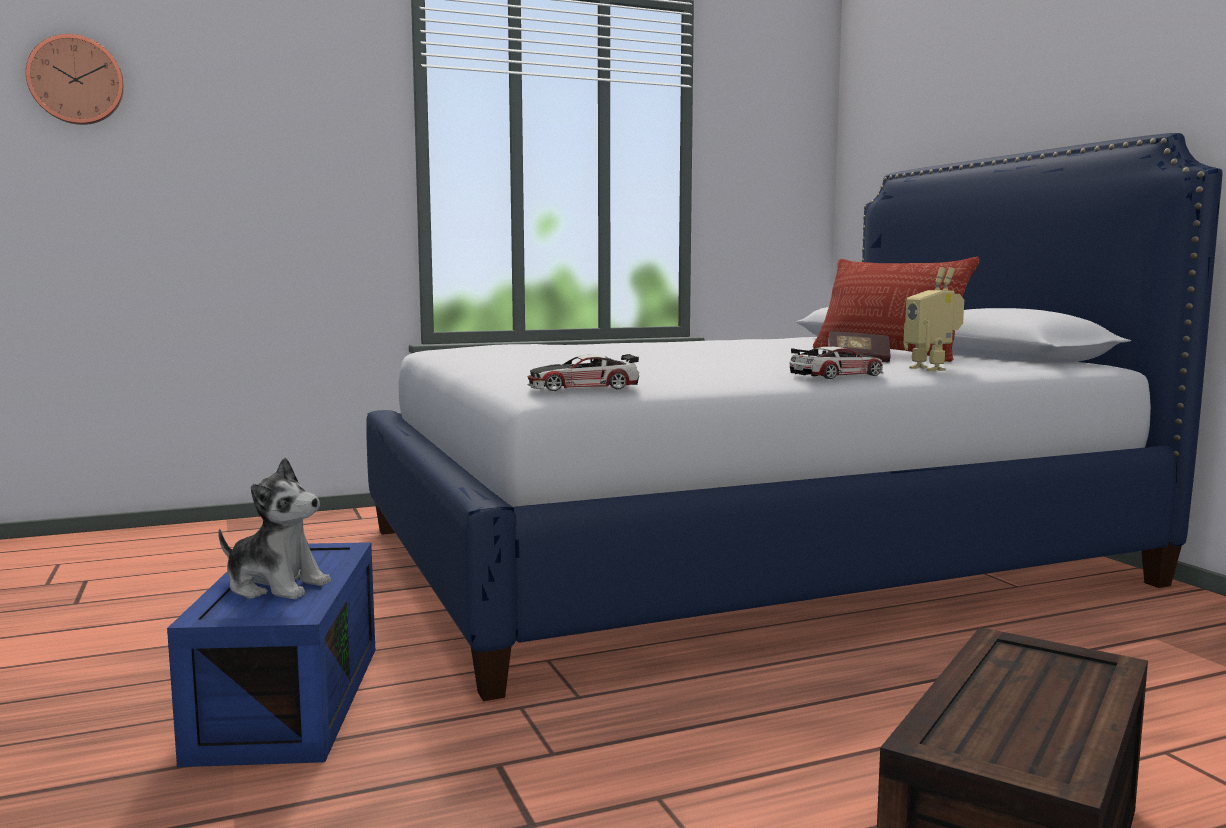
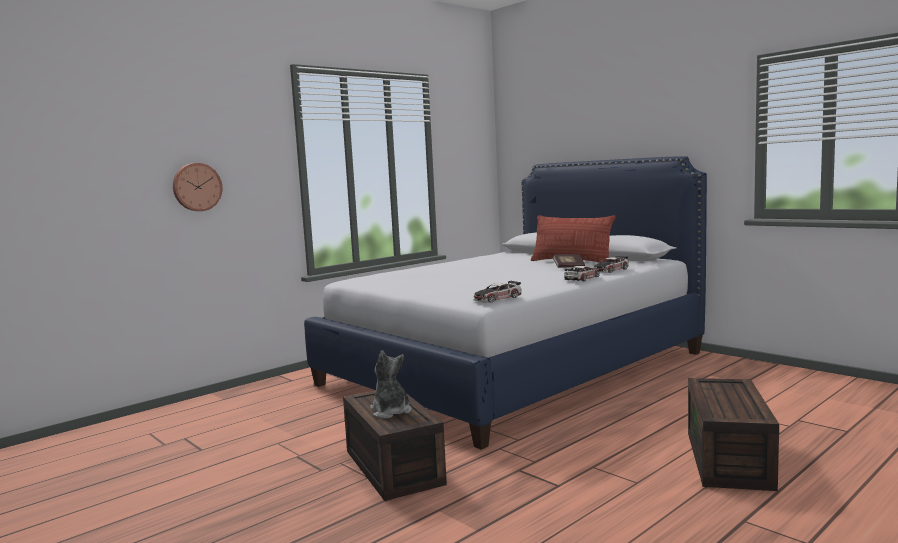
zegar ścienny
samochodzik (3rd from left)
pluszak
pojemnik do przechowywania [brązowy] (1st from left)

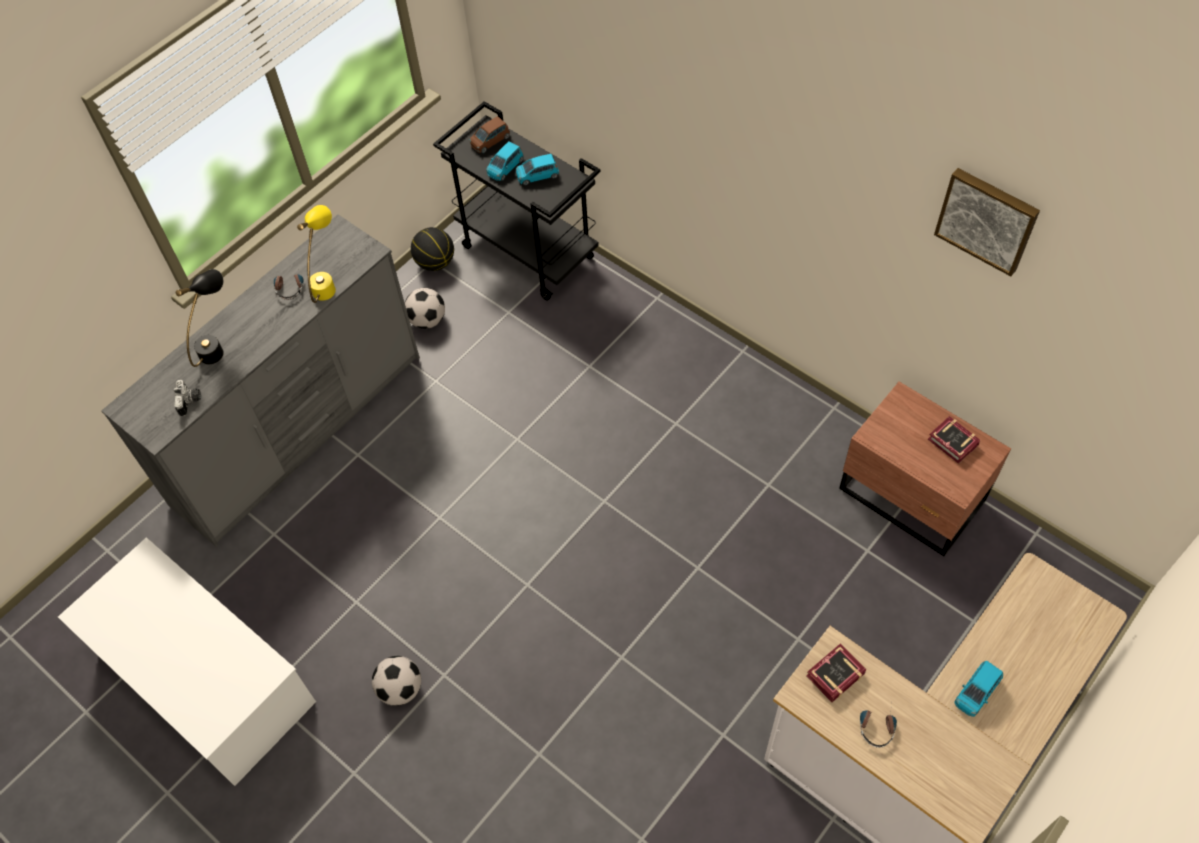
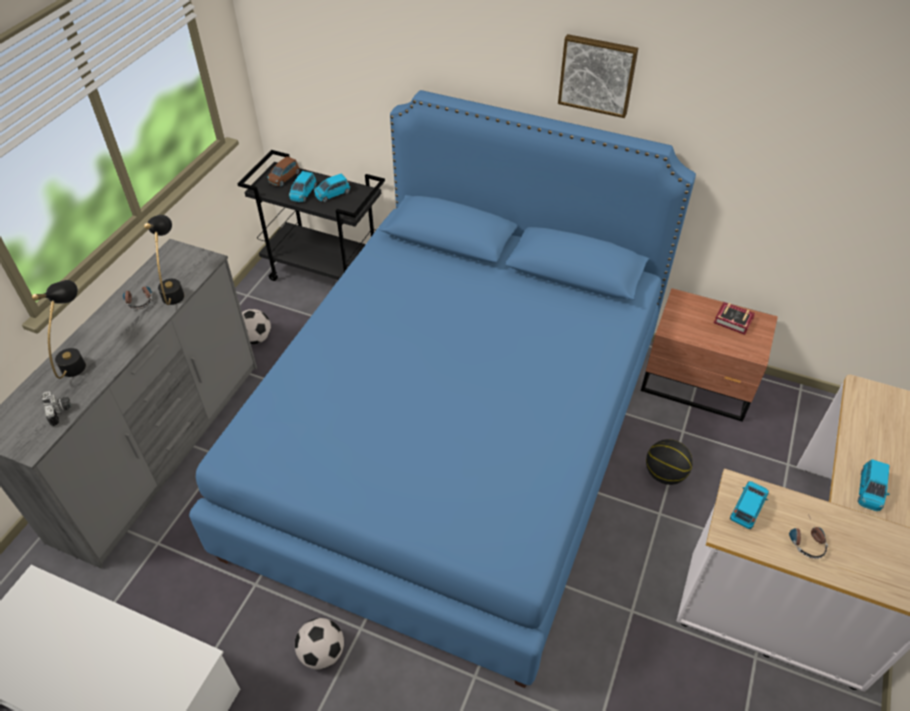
obraz
lampa stołowa [czarny] (2nd from left)
piłka do koszykówki
samochodzik [niebieski] (3rd from left)
łóżko [niebieski]

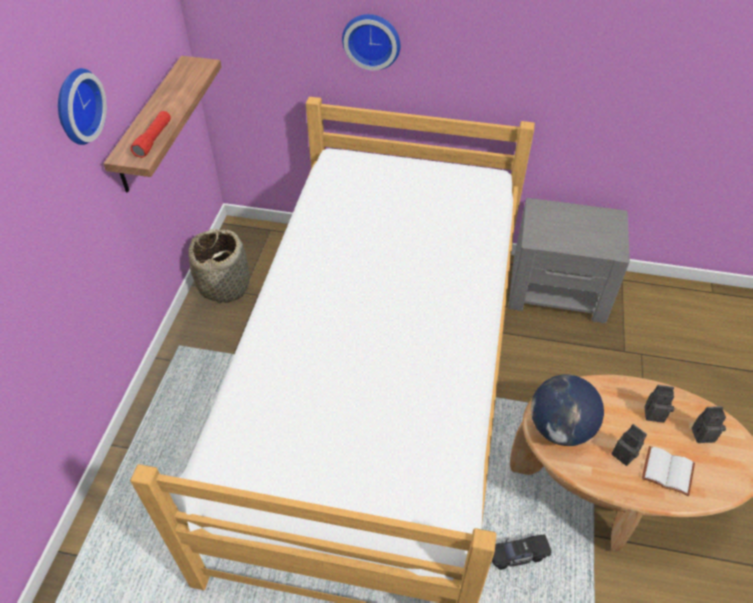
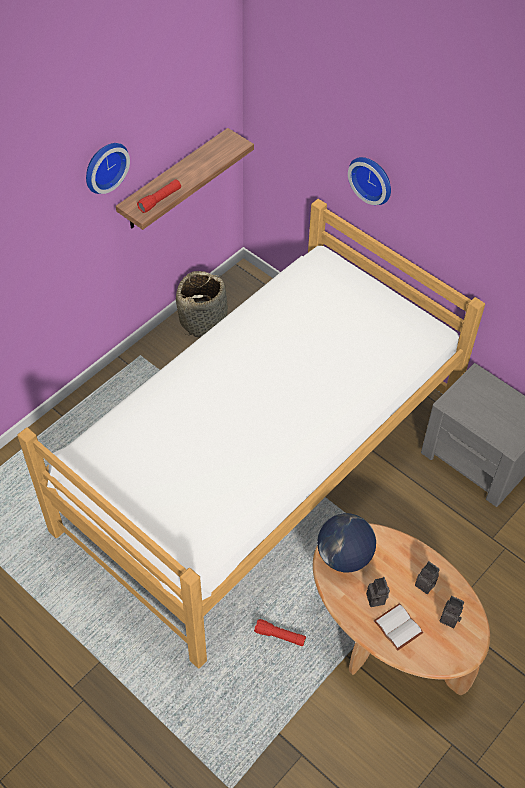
latarka [czerwony] (2nd from left)

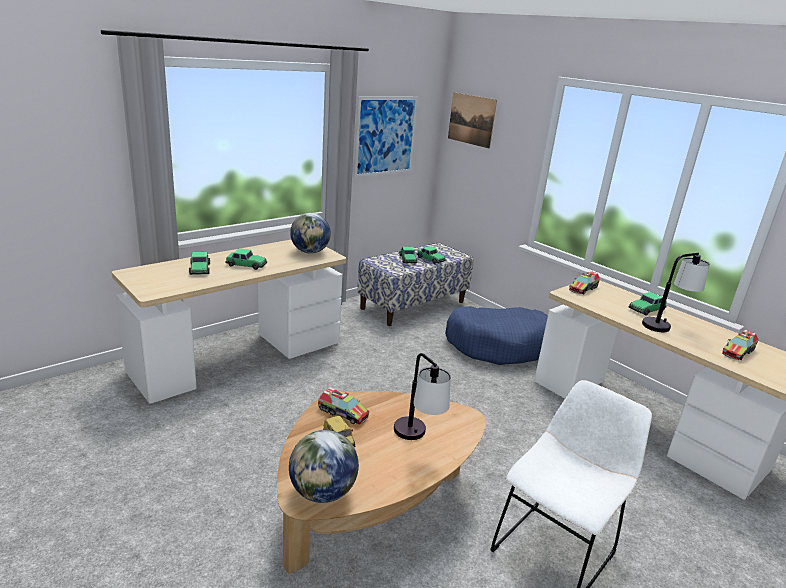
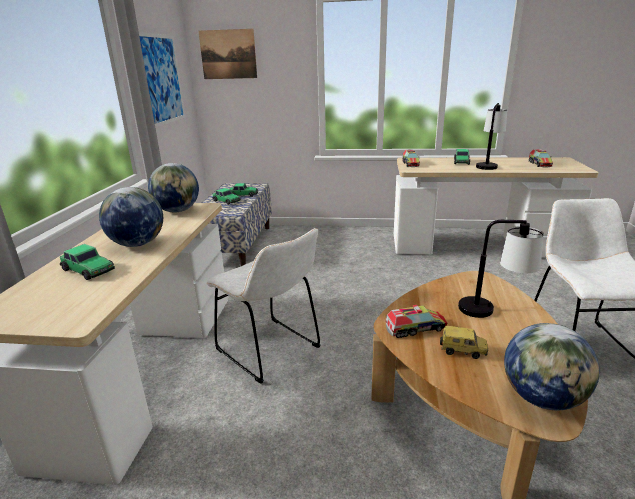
globus (1st from left)
legowisko [niebieski]
krzesło [biały] (1st from left)

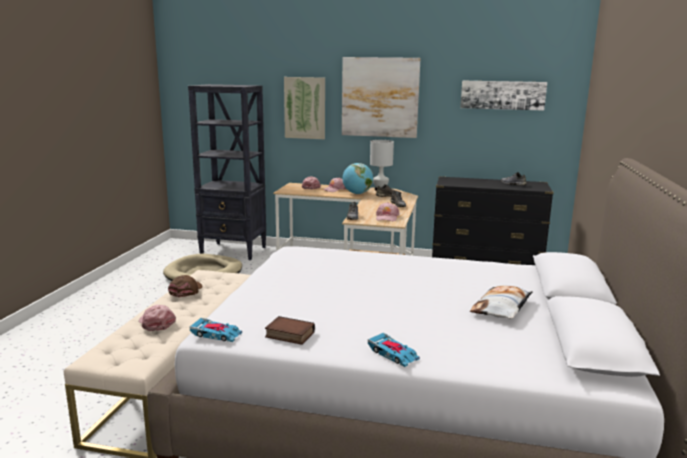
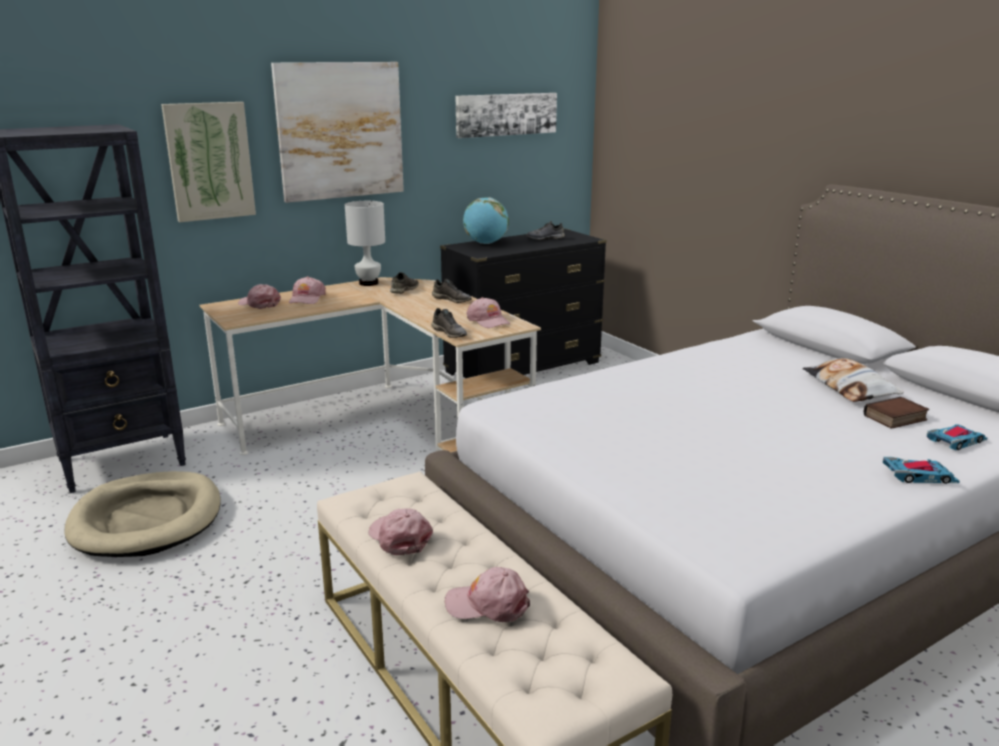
globus
czapka z daszkiem [różowy] (3rd from left)
książka
samochodzik (2nd from left)

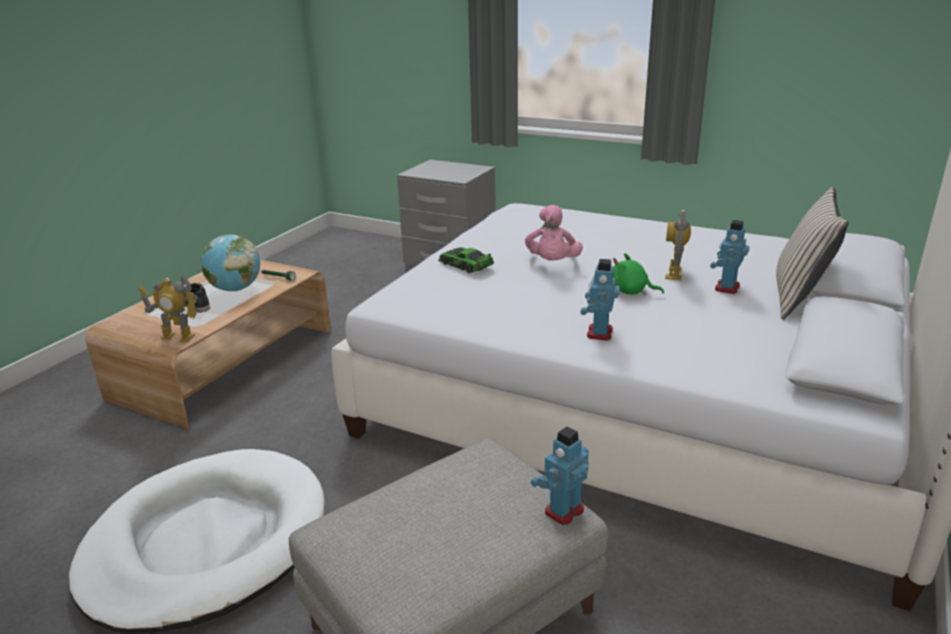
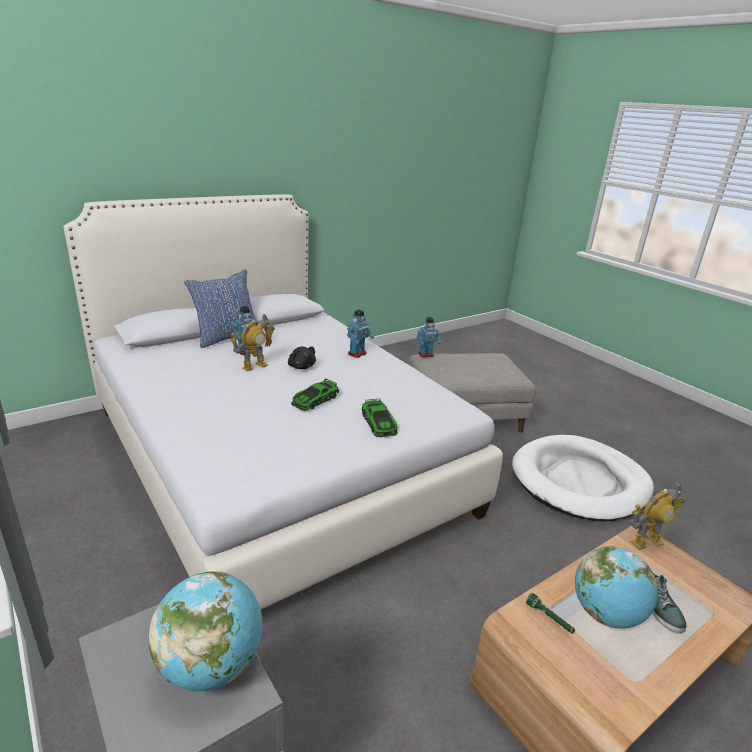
poduszka [niebieski]
samochodzik (1st from left)
pluszak [czarny]
robot zabawkowy (5th from left)
globus (1st from left)

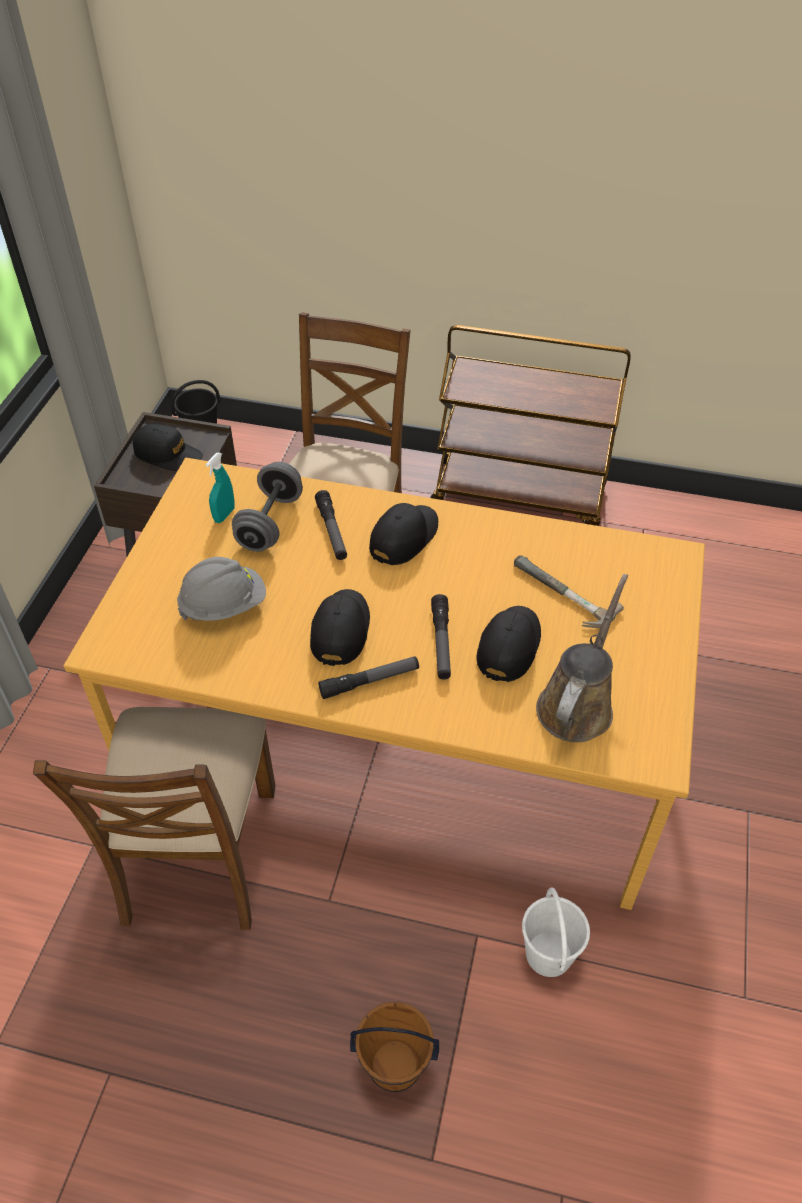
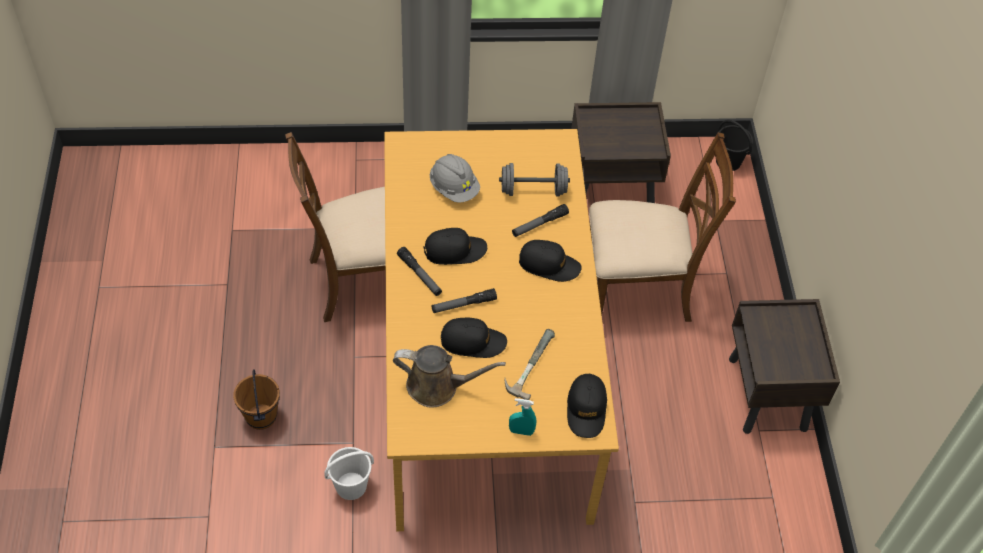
szafka nocna [brązowy] (2nd from left)
czapka z daszkiem [czarny] (4th from left)
spryskiwacz [turkusowy]

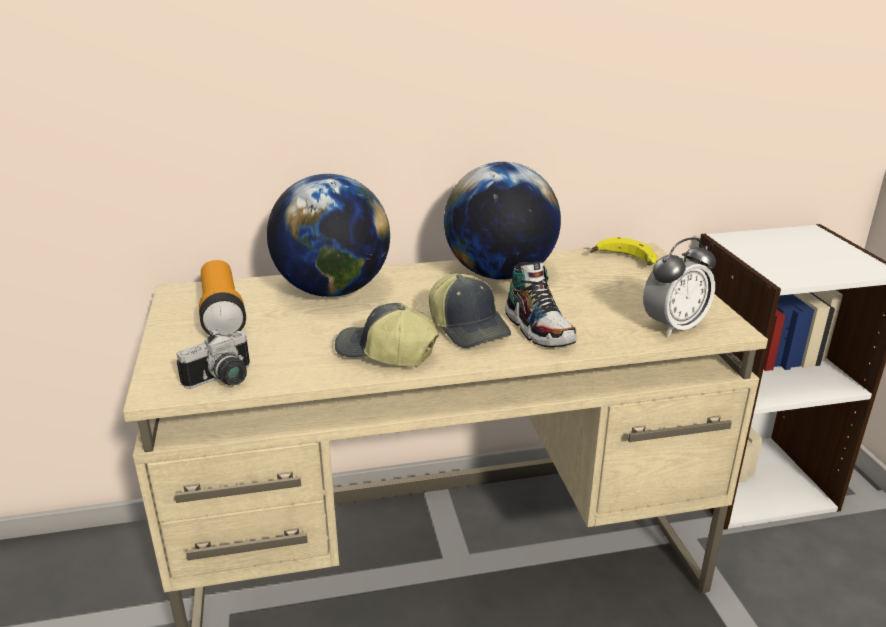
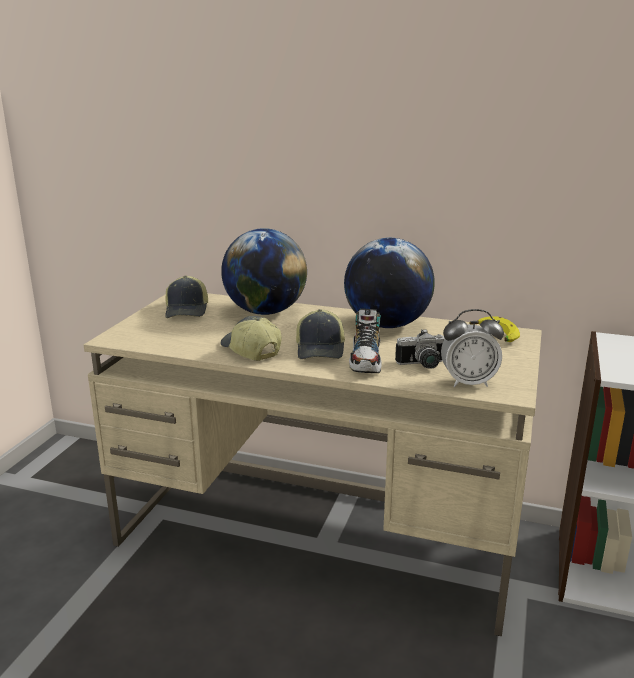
czapka z daszkiem (1st from left)
aparat fotograficzny

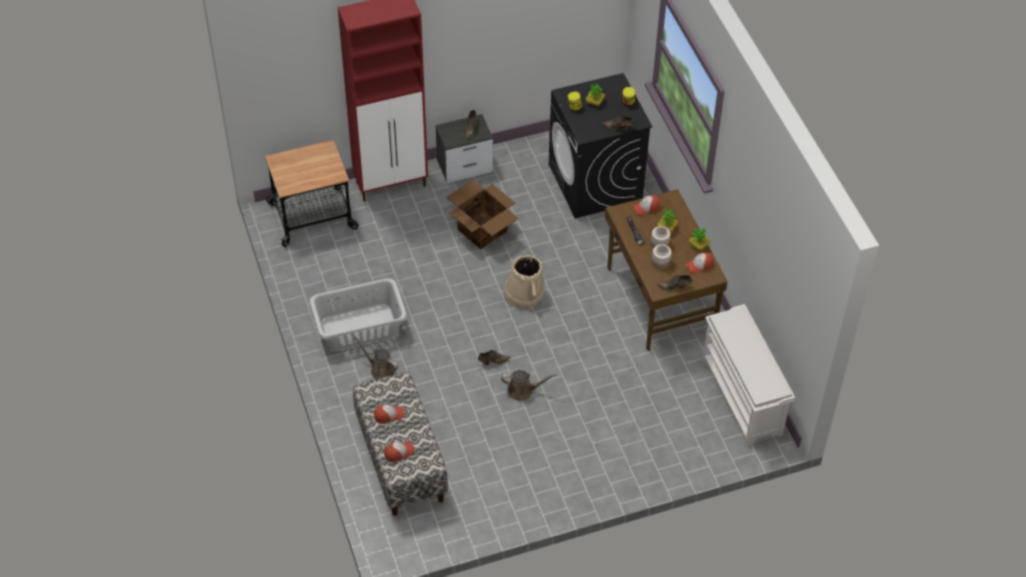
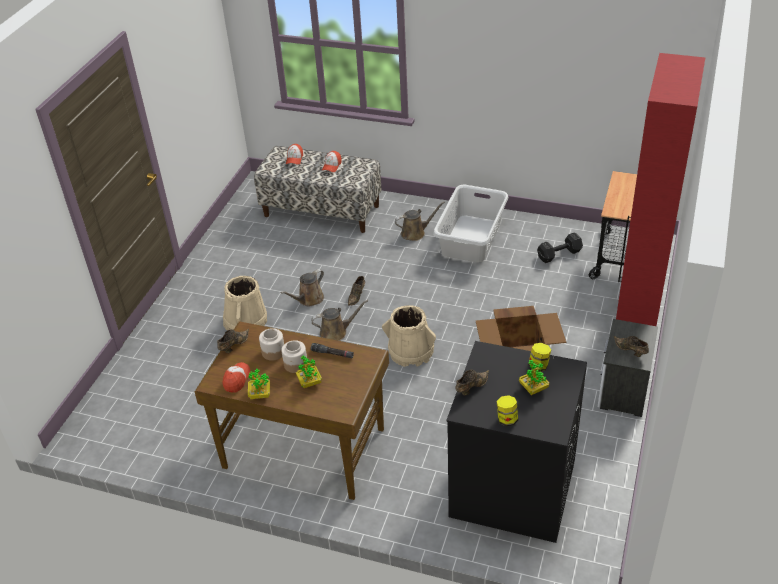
czapka z daszkiem (3rd from left in the first image)
regał na buty [biały]
hantel [czarny]
wiadro [beżowy] (1st from left)
konewka [brązowy] (2nd from left)

